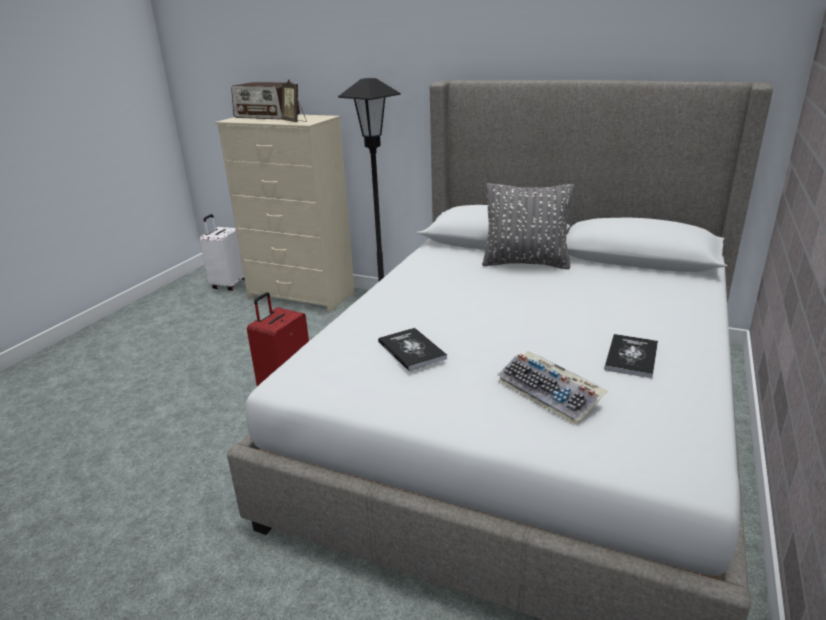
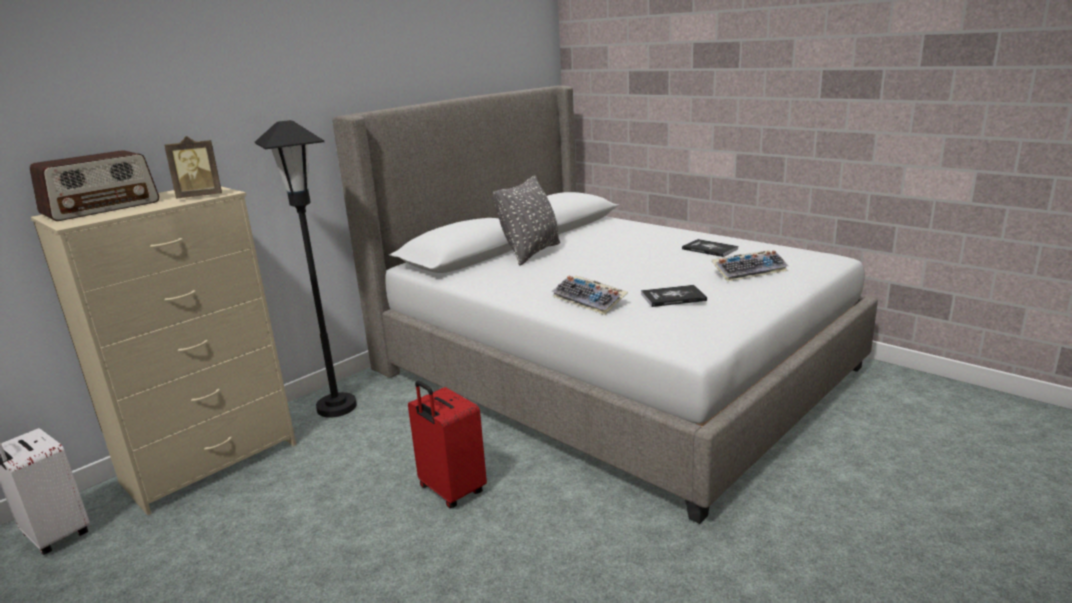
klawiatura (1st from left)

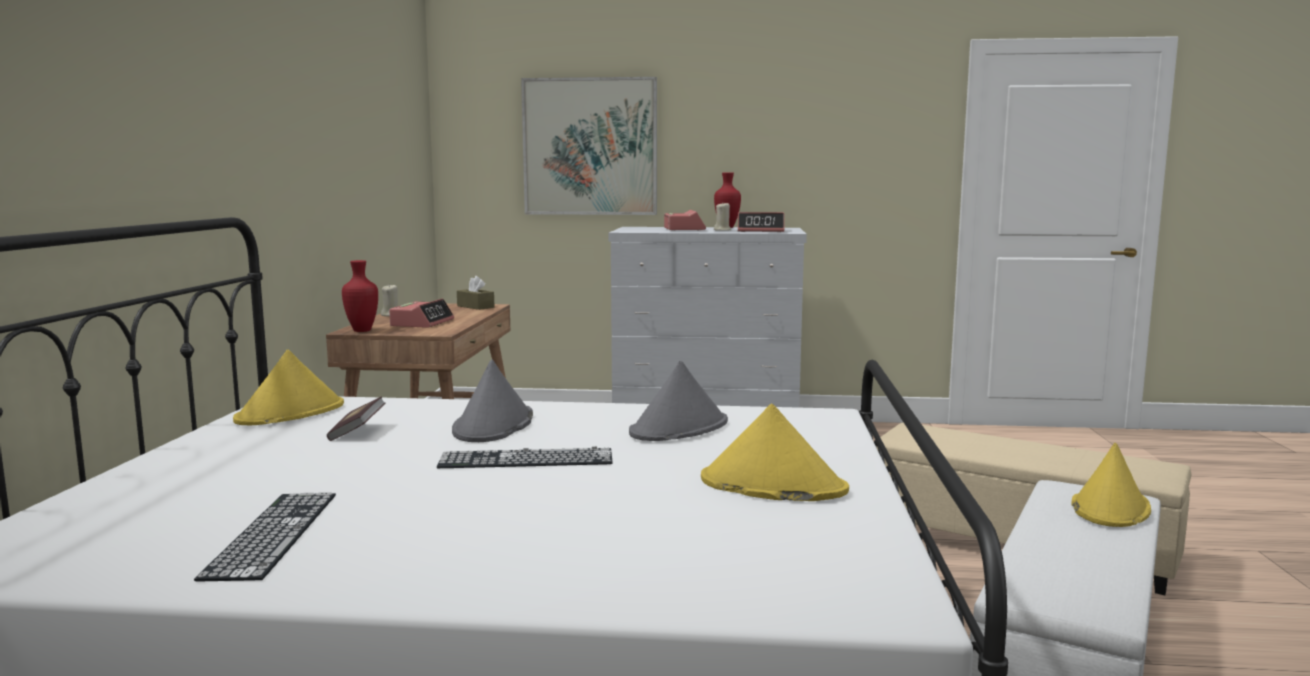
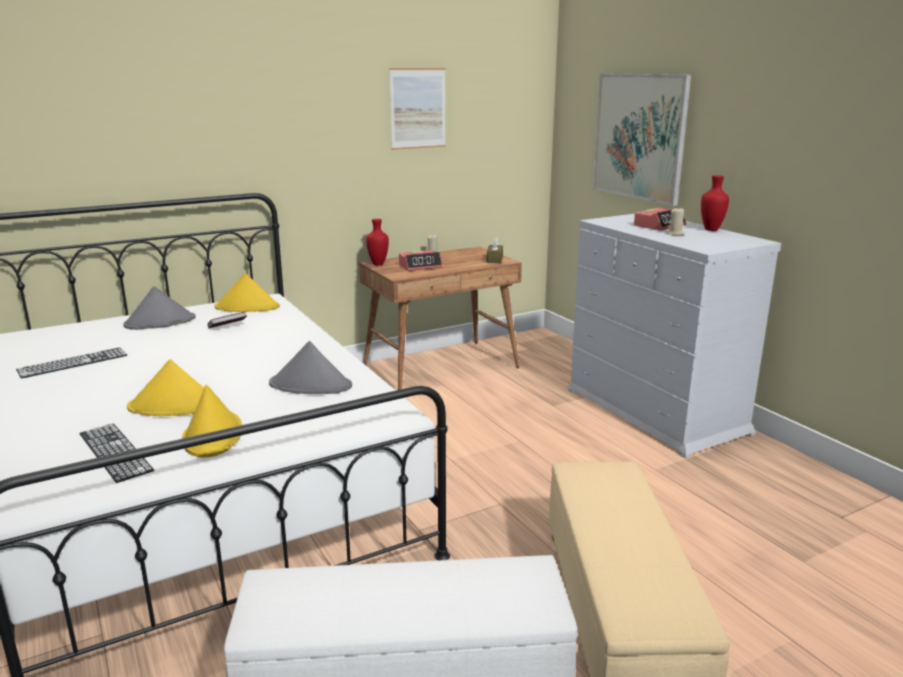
budzik (3rd from left in the first image)
kapelusz [szary] (1st from left)
kapelusz [żółty] (1st from left)
klawiatura (2nd from left)
obraz (1st from left)

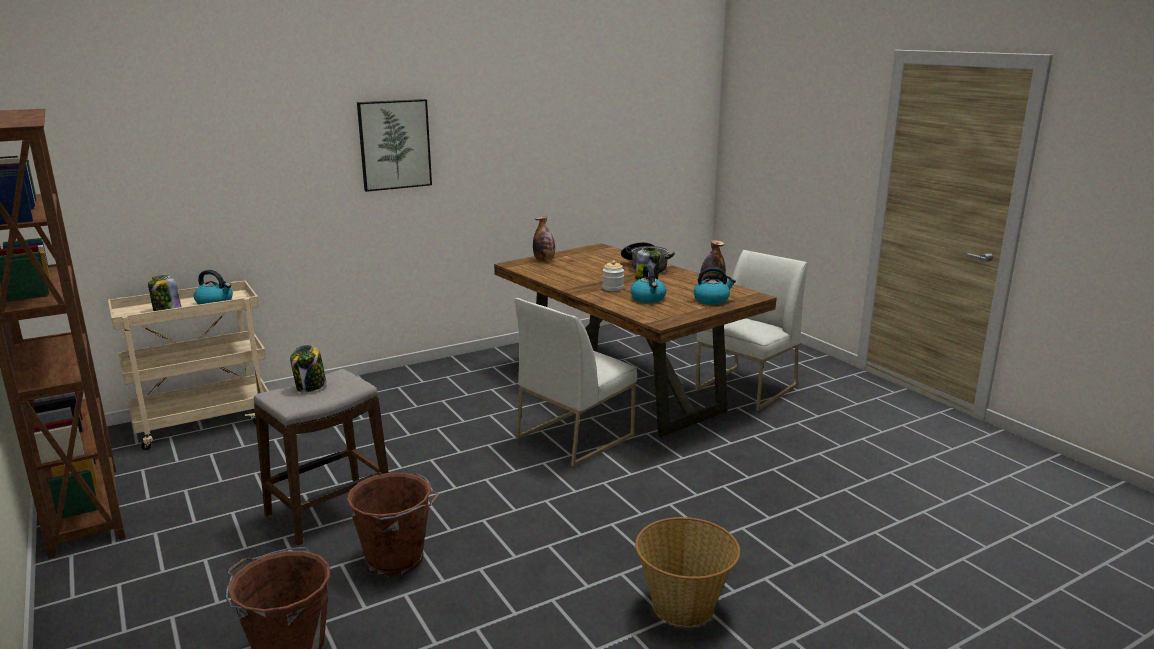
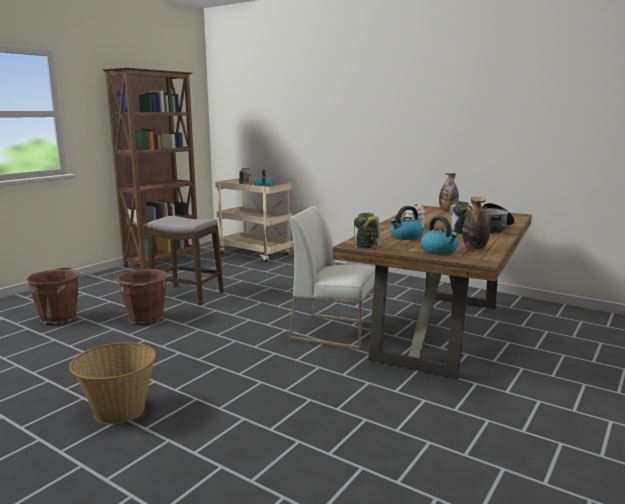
obraz
krzesło [biały] (2nd from left in the first image)
słoik (2nd from left)

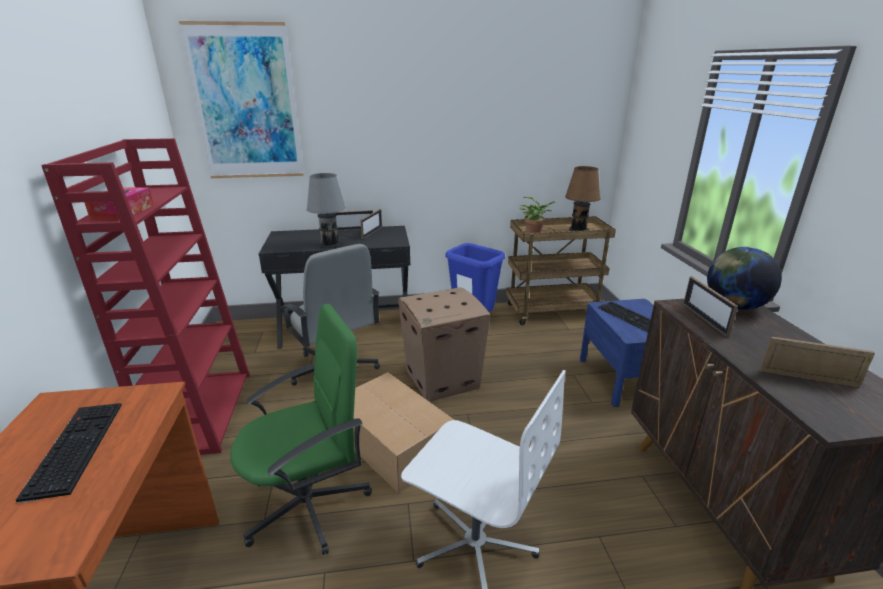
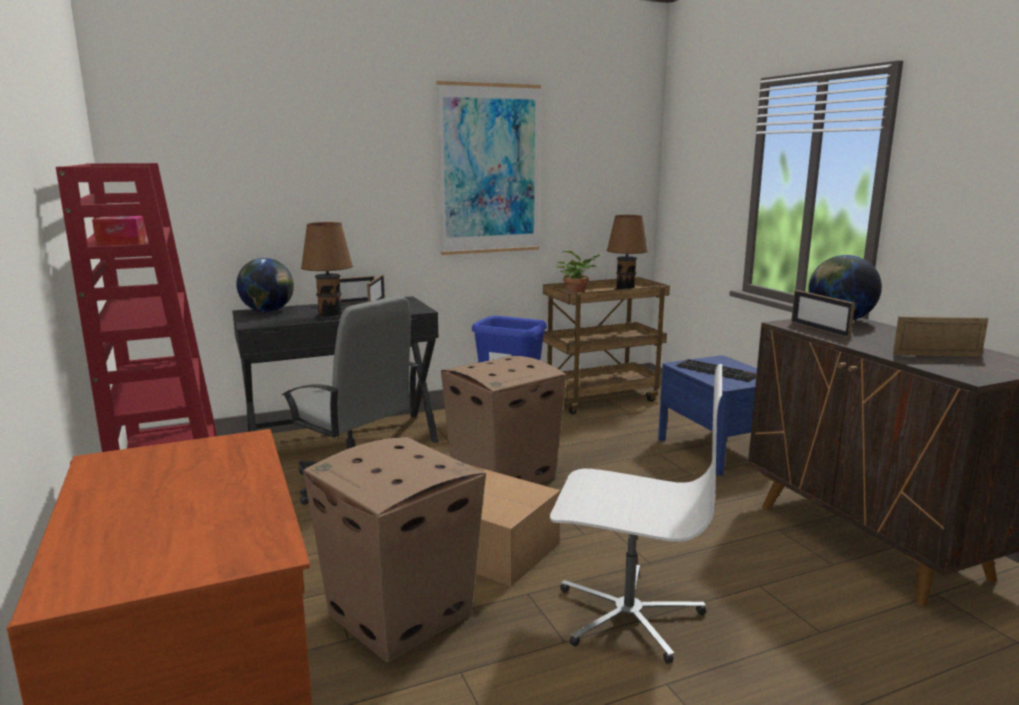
obraz
lampa stołowa [brązowy] (1st from left)
karton (1st from left)
klawiatura (1st from left in the first image)
globus (1st from left)

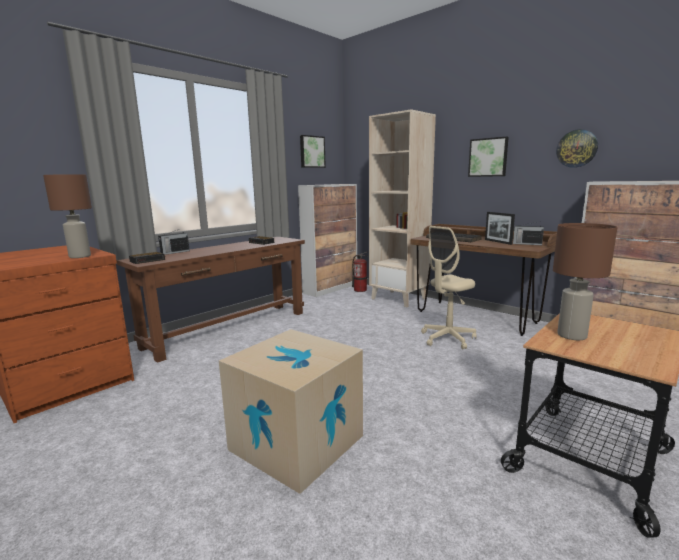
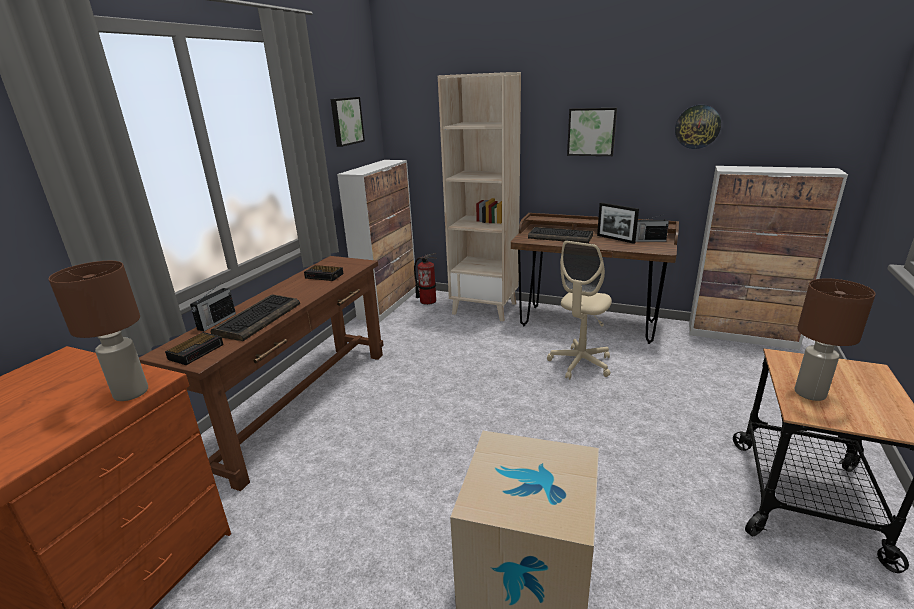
klawiatura (1st from left)

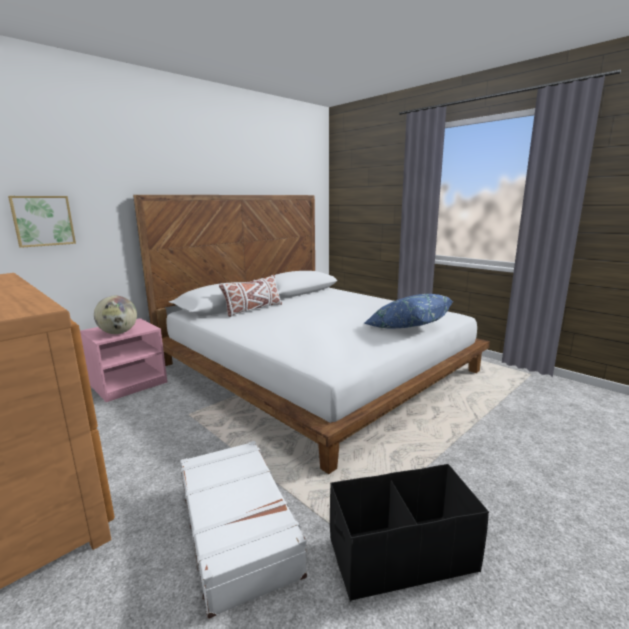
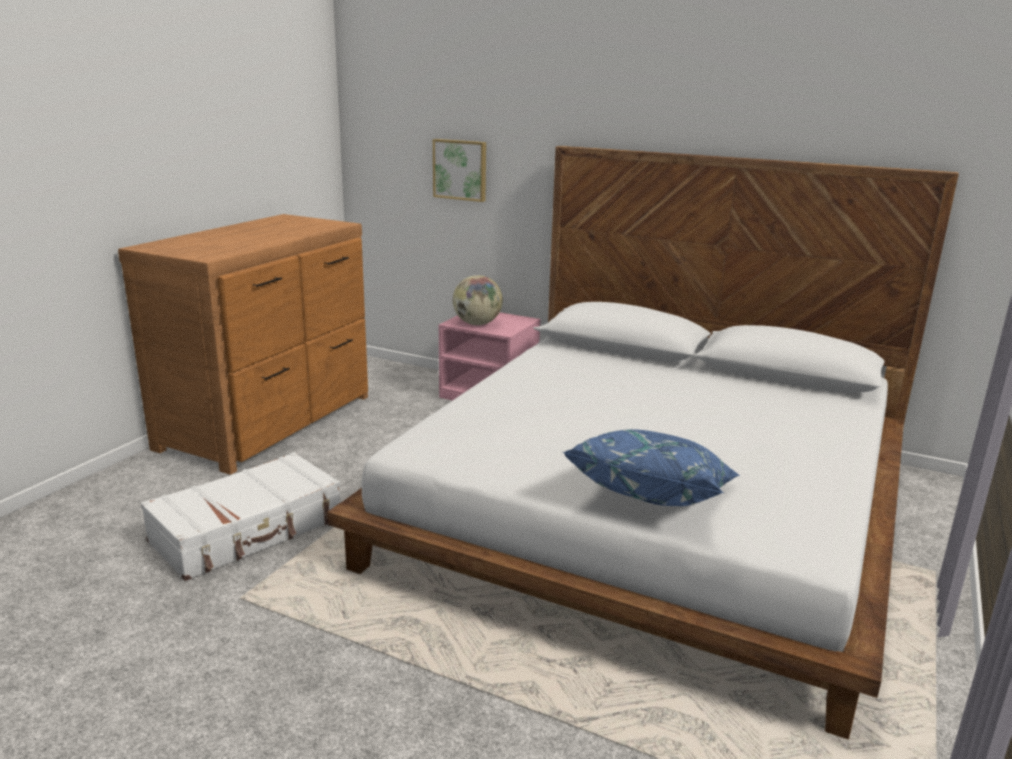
poduszka [biały]
pojemnik do przechowywania [czarny]

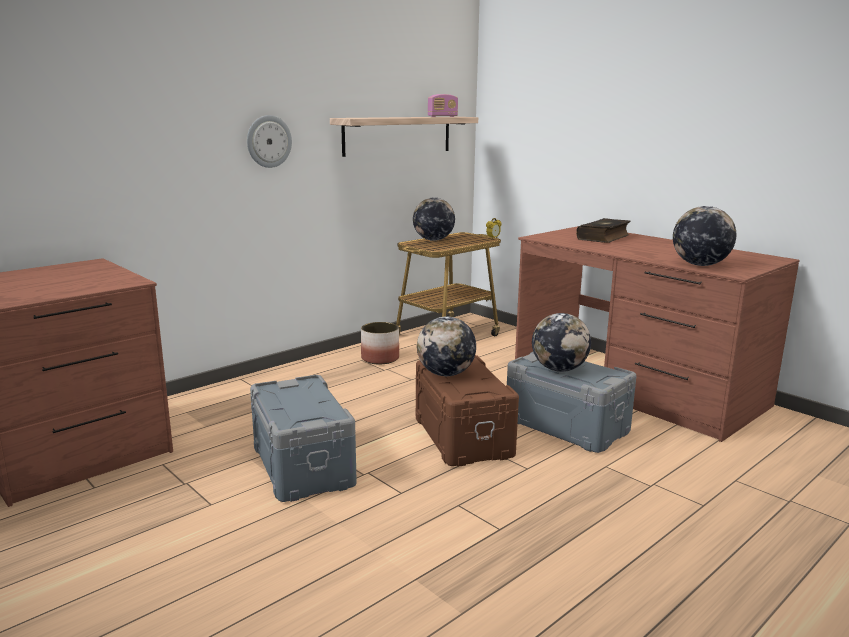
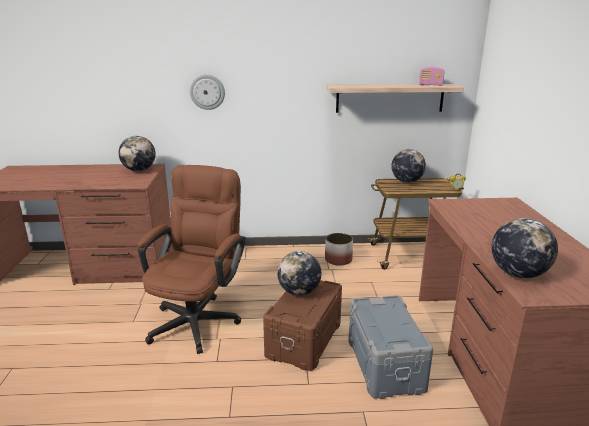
zegar ścienny
książka
globus (1st from left)
krzesło biurowe [brązowy]

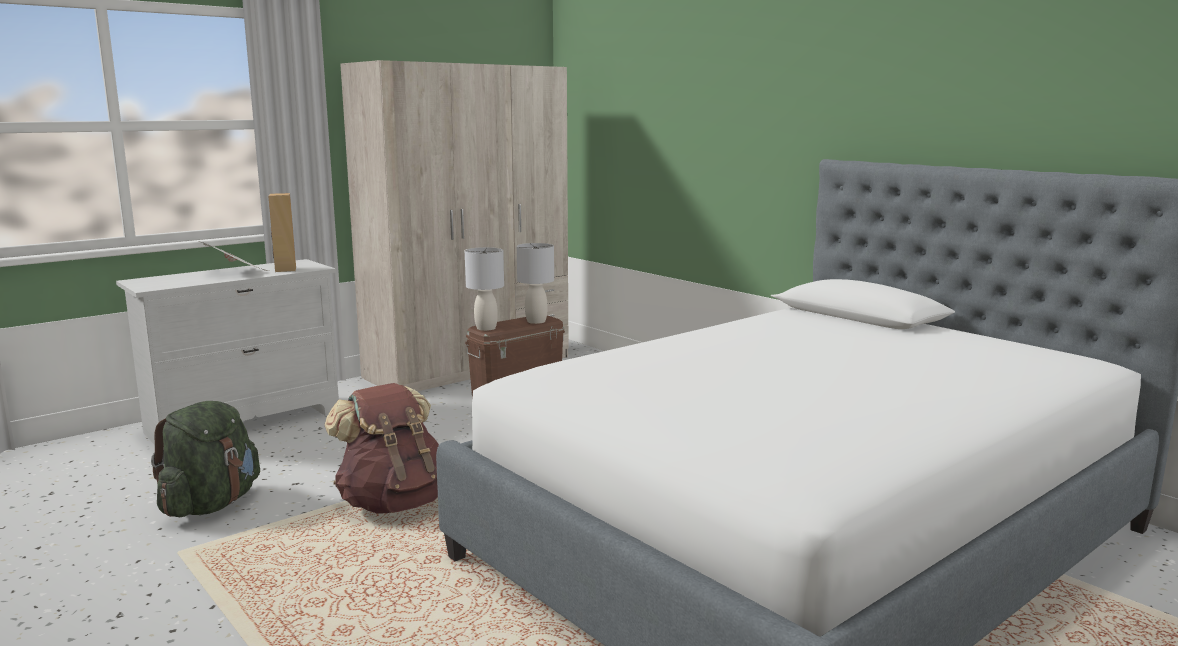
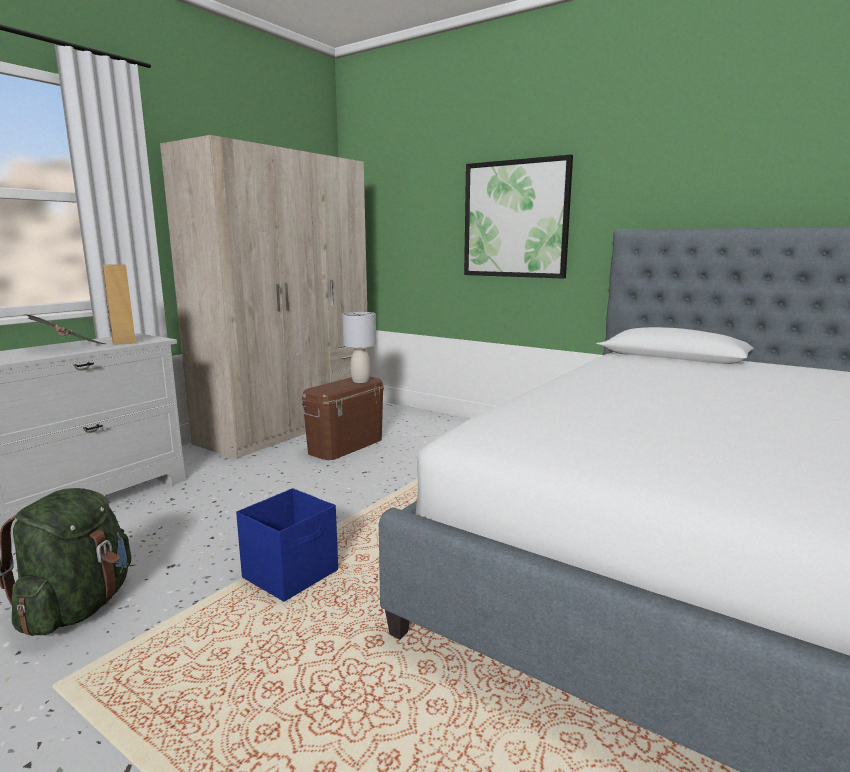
lampa stołowa [szary] (1st from left in the first image)
pojemnik do przechowywania [niebieski]
obraz

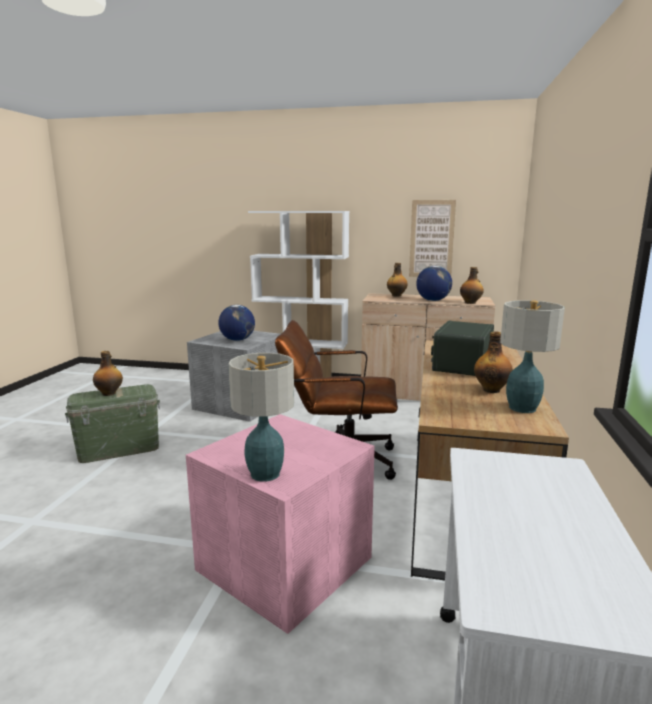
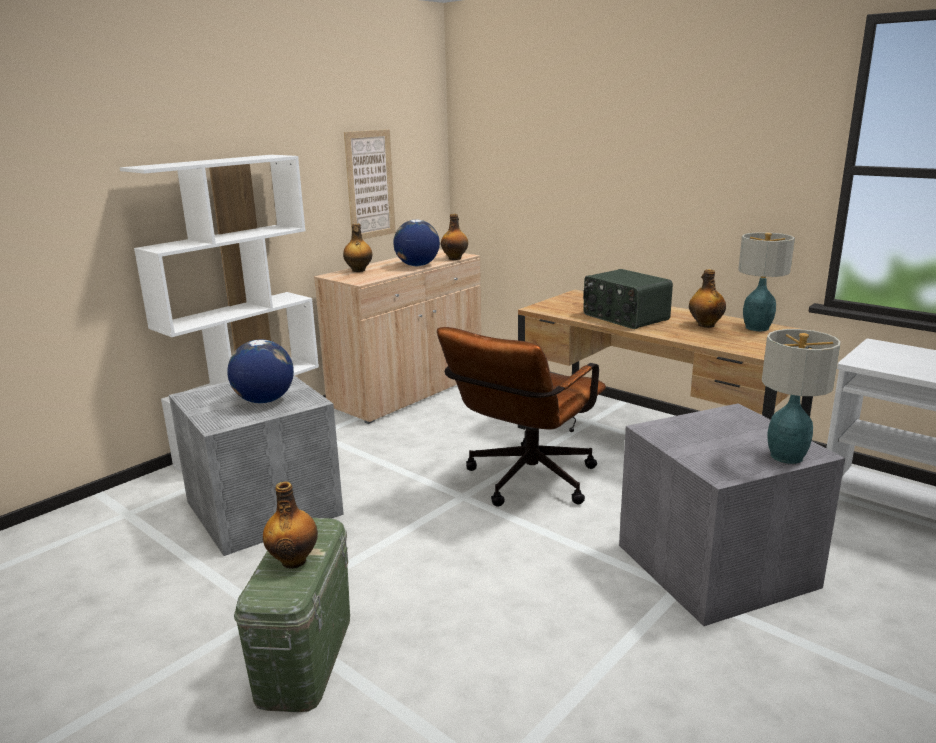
pojemnik do przechowywania [szary] (2nd from left)

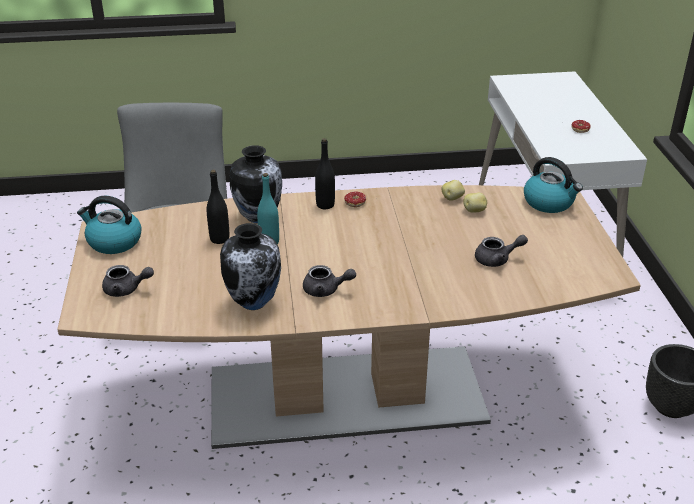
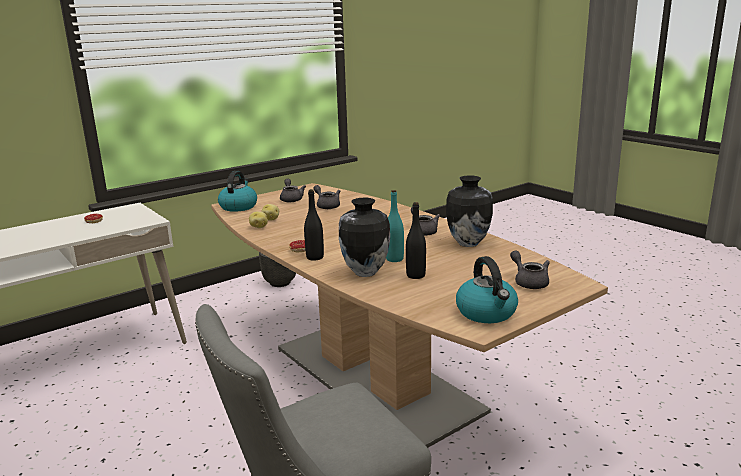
imbryk [szary] (1st from left)

